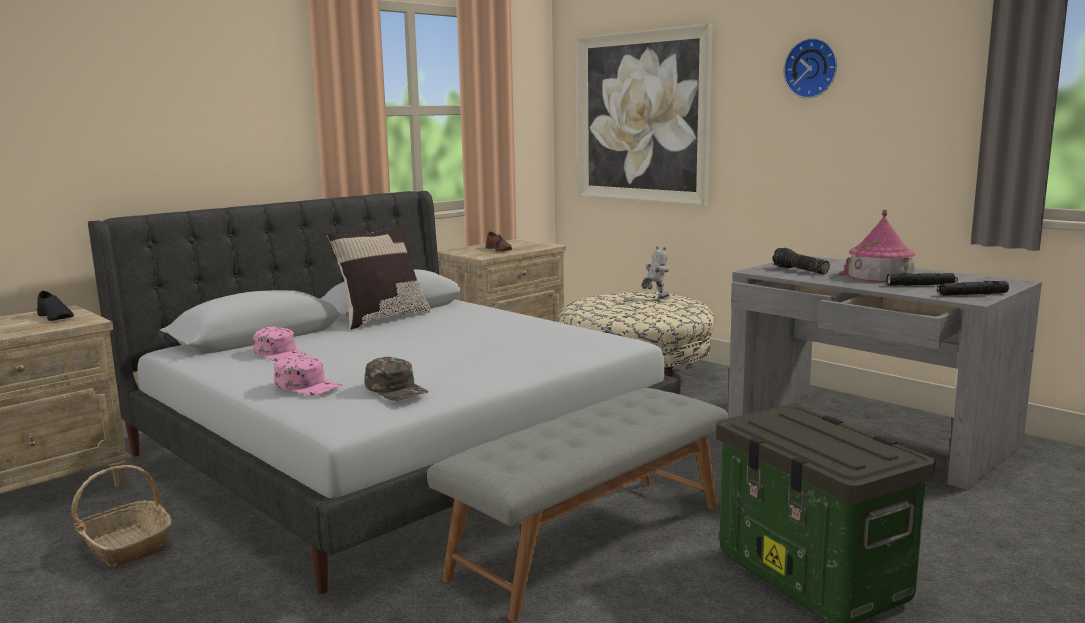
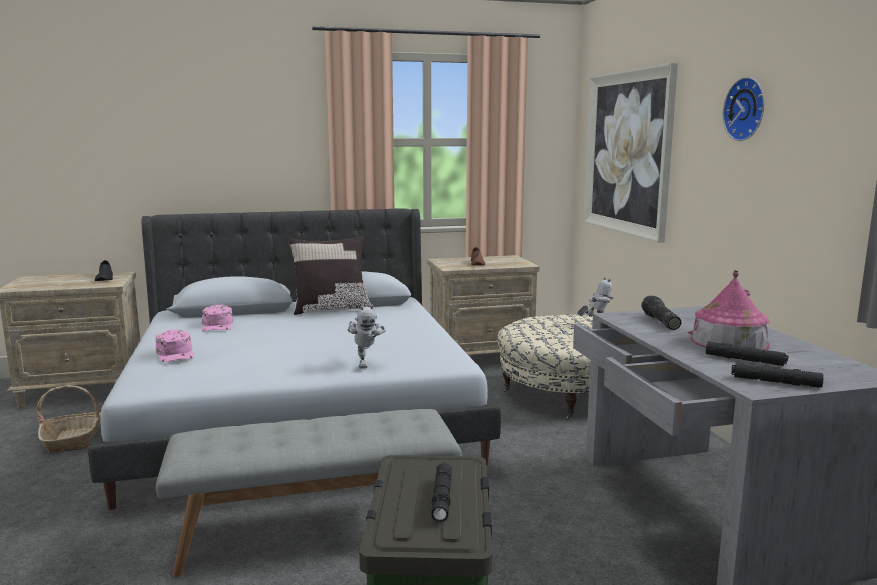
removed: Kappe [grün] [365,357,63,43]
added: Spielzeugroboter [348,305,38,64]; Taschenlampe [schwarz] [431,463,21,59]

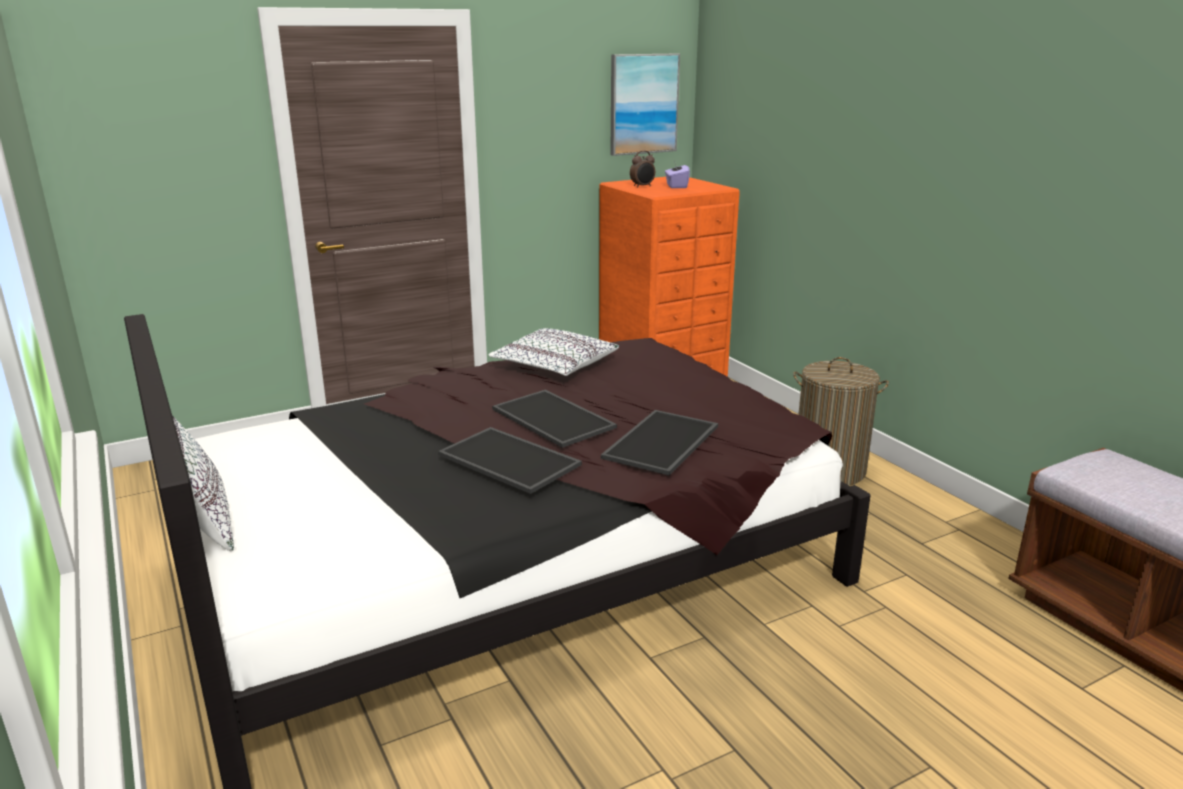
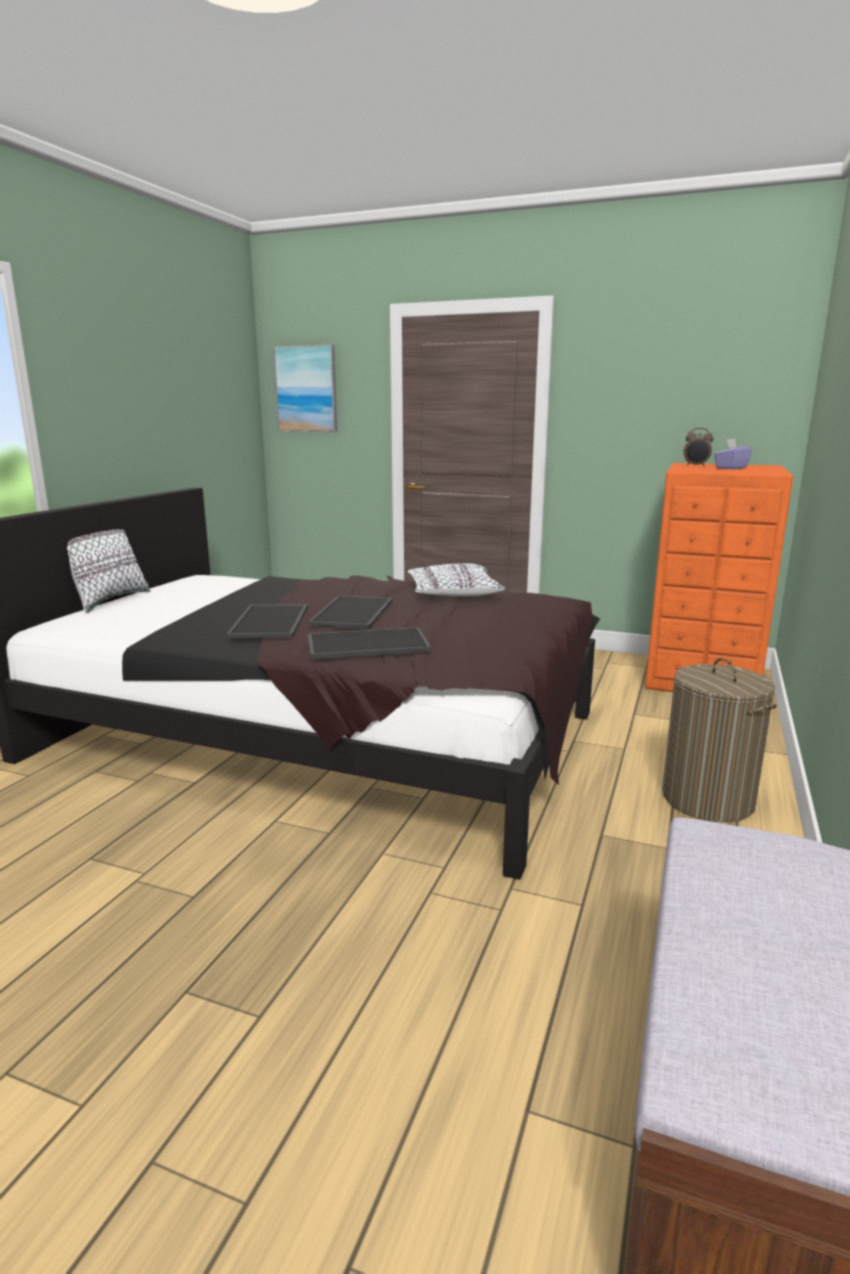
moved: Bild [610,54,70,102] to [273,345,64,87]

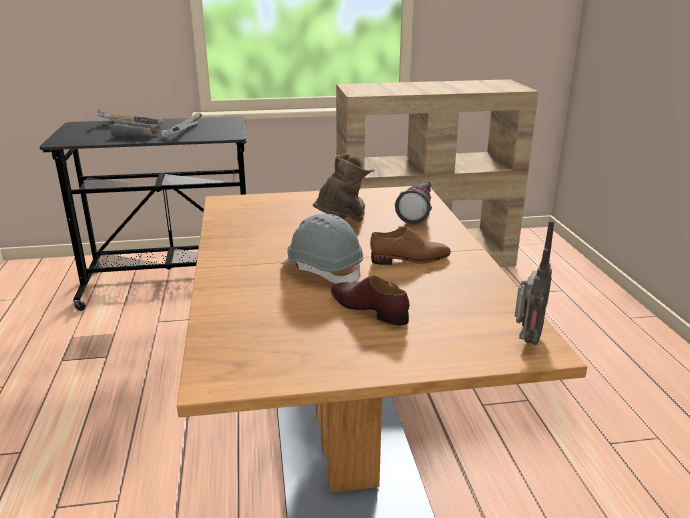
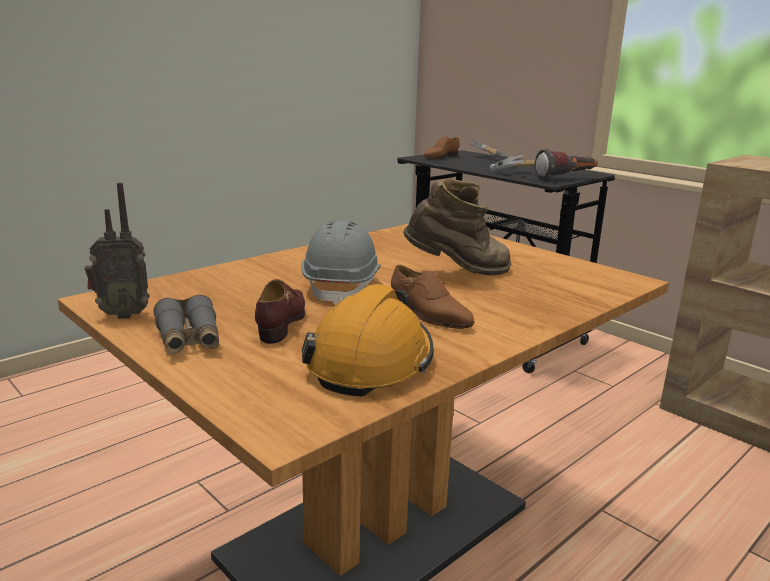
added: Schutzhelm [orange] [302,284,132,112]; Schuh [braun] [424,136,36,23]
moved: Fernglas [grau] [110,121,51,16] to [153,295,66,59]; Taschenlampe [395,180,37,44] to [535,149,63,31]; Radio [515,220,39,125] to [85,183,65,136]

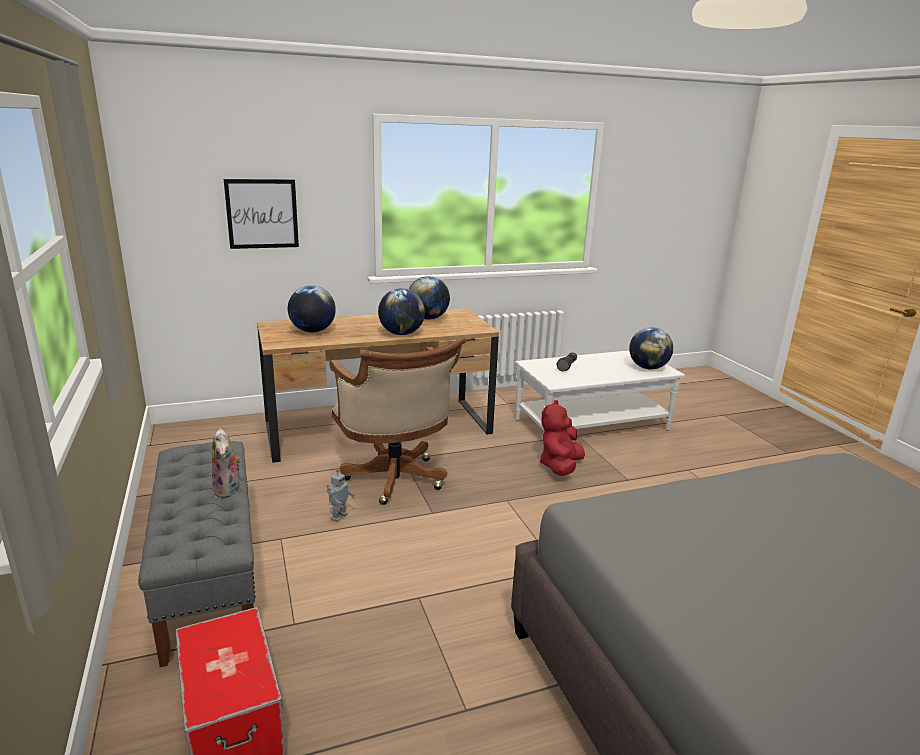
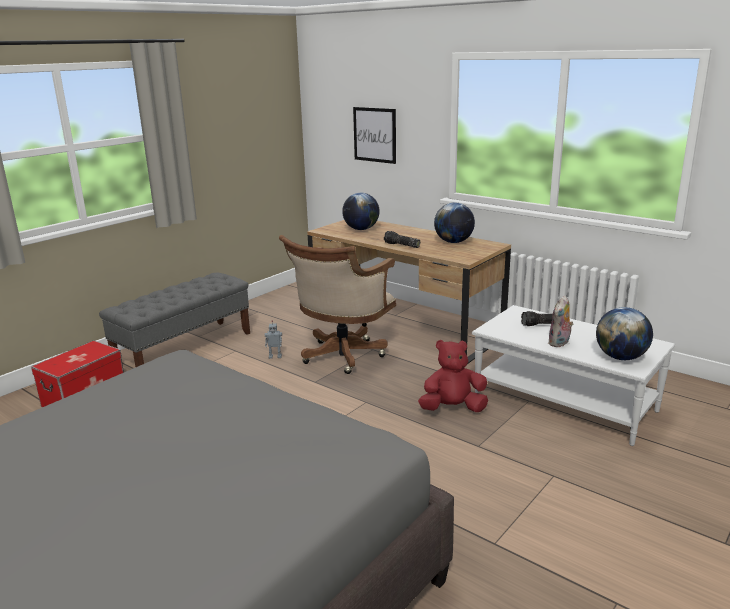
moved: Plüschtier [212,428,29,70] to [548,295,25,52]
replaced: Globus [378,288,47,47] to Taschenlampe [384,231,36,17]

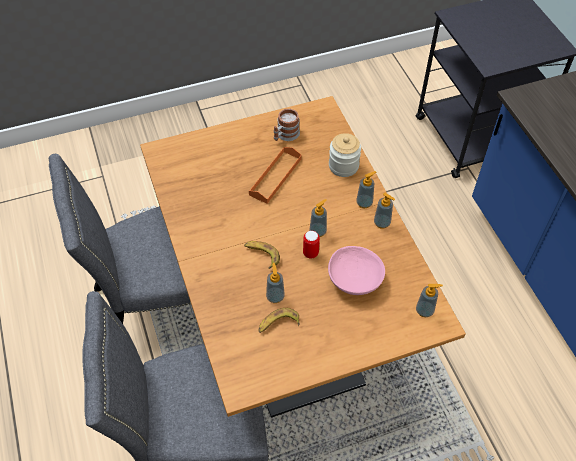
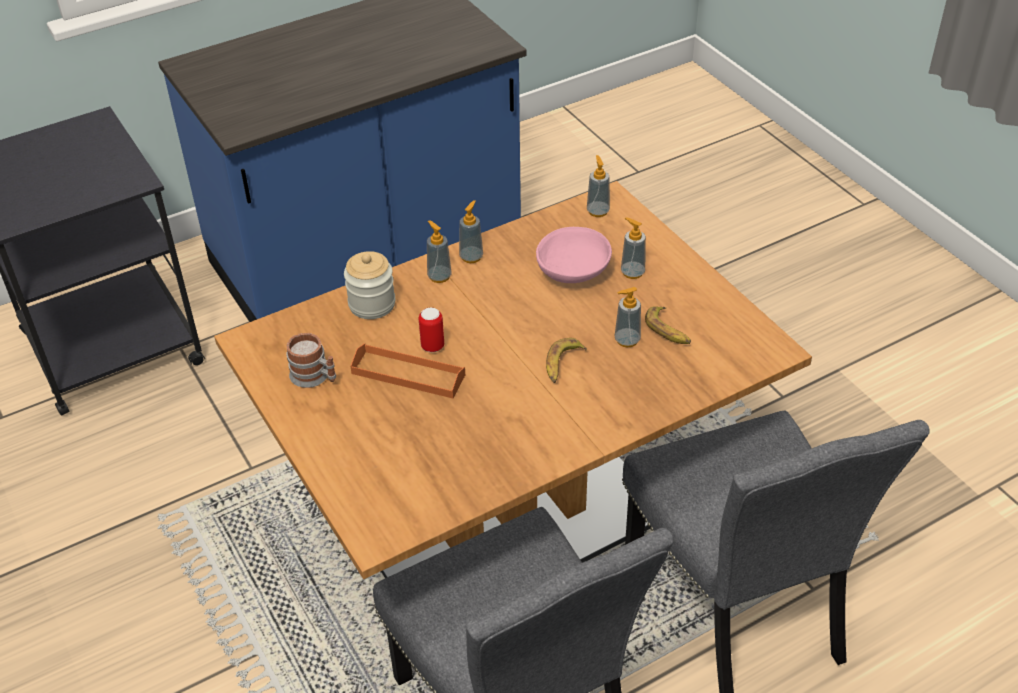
moved: Dose [303,231,17,27] to [419,307,25,45]; Seifenspender [310,199,17,38] to [621,217,25,62]

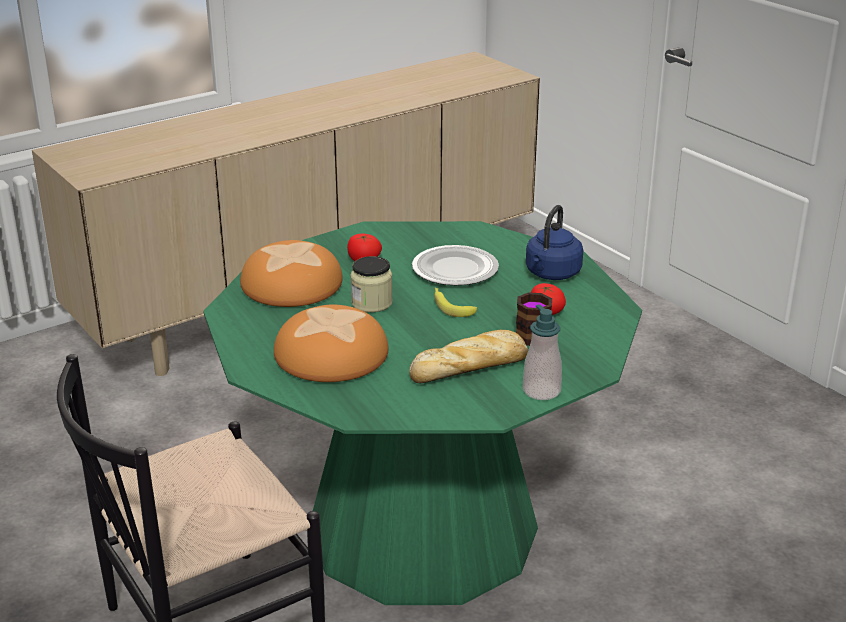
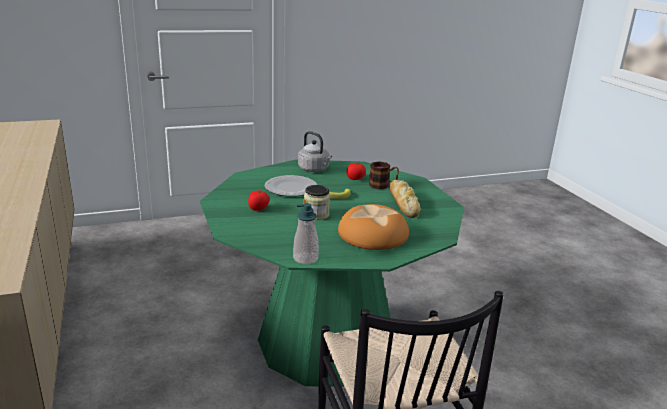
removed: Brot [240,240,103,67]
moved: Seifenspender [523,304,39,96] to [293,203,26,61]
recoloured: Wasserkessel [blau] [526,205,57,75] to Wasserkessel [grau] [298,131,34,41]

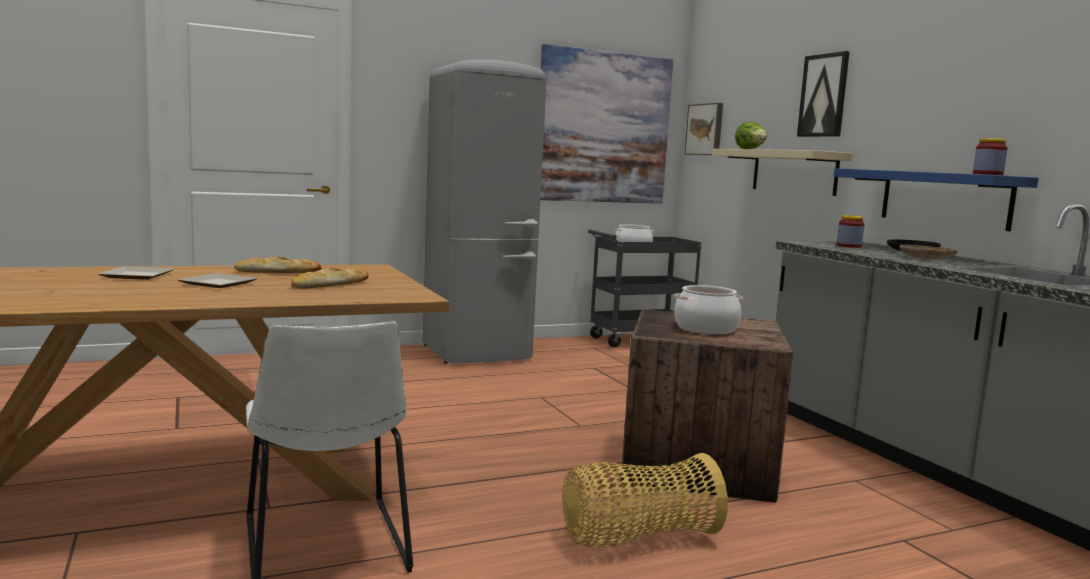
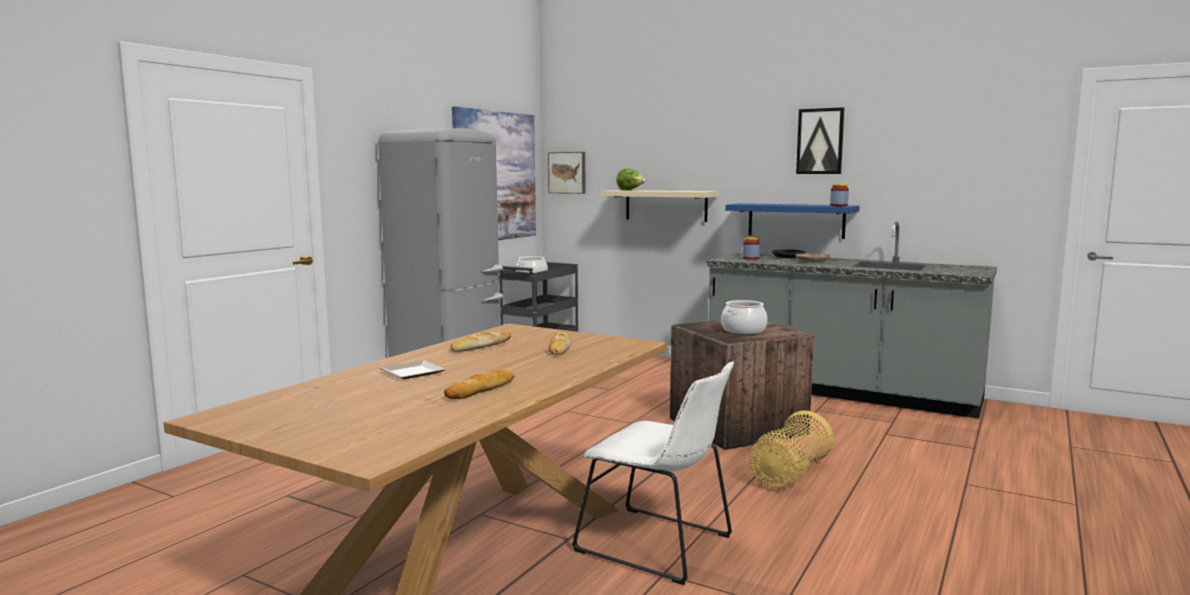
removed: Teller [178,273,79,15]
added: Brot [444,369,71,30]
moved: Bild [797,51,53,86] to [796,107,48,67]

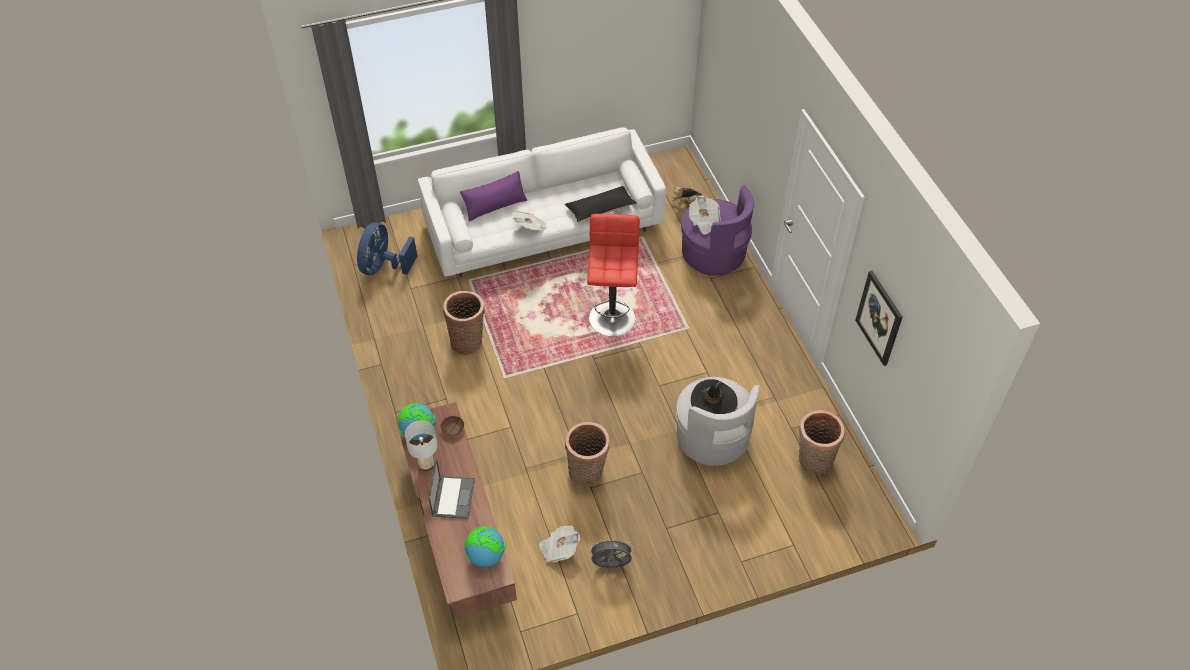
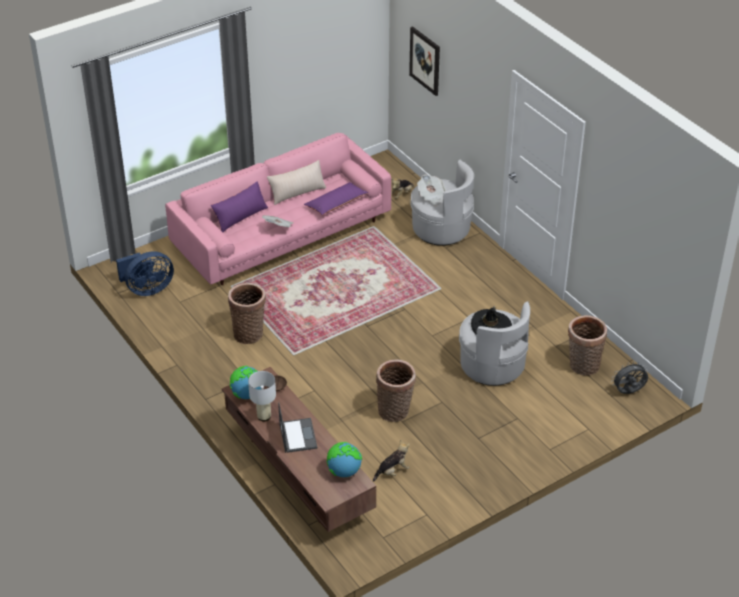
removed: Hocker [rot] [587,214,53,122]
added: Kissen [beige] [267,160,59,45]
moved: Ventilator [grau] [589,539,45,29] to [611,361,37,33]; Bild [855,271,47,95] to [409,26,31,70]
replaced: Zeitung [539,526,41,37] to Plüschtier [373,440,37,42]
recoloured: Sofa [weiß] [418,127,248,150] to Sofa [rosa] [165,133,226,152]; Kissen [schwarz] [565,186,72,36] to Kissen [lila] [304,182,64,33]; Sessel [lila] [681,185,73,90] to Sessel [weiß] [410,160,64,86]
turned: Ventilator [blau] [357,222,60,53] = [116,251,58,45] 120 degrees counterclockwise

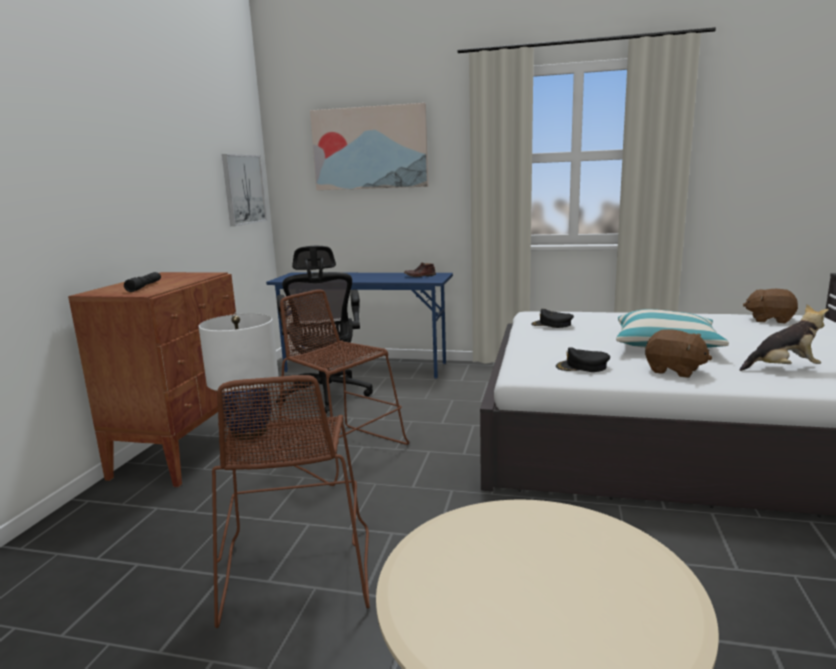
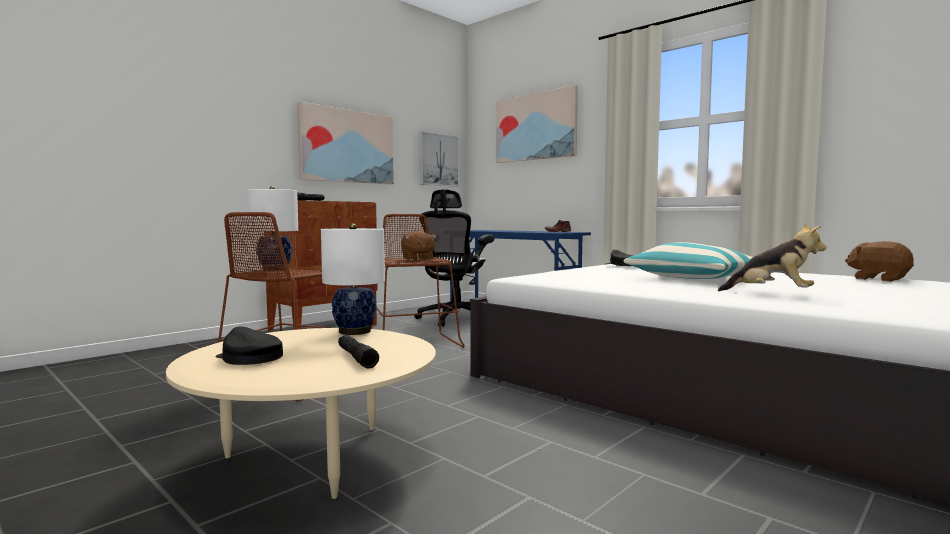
added: Bild [297,102,97,83]; Tischlampe [weiß] [321,224,64,111]; Taschenlampe [schwarz] [338,335,41,33]
moved: Kappe [schwarz] [556,347,54,25] to [215,326,68,39]; Plüschtier [braun] [645,329,67,49] to [401,230,36,30]

